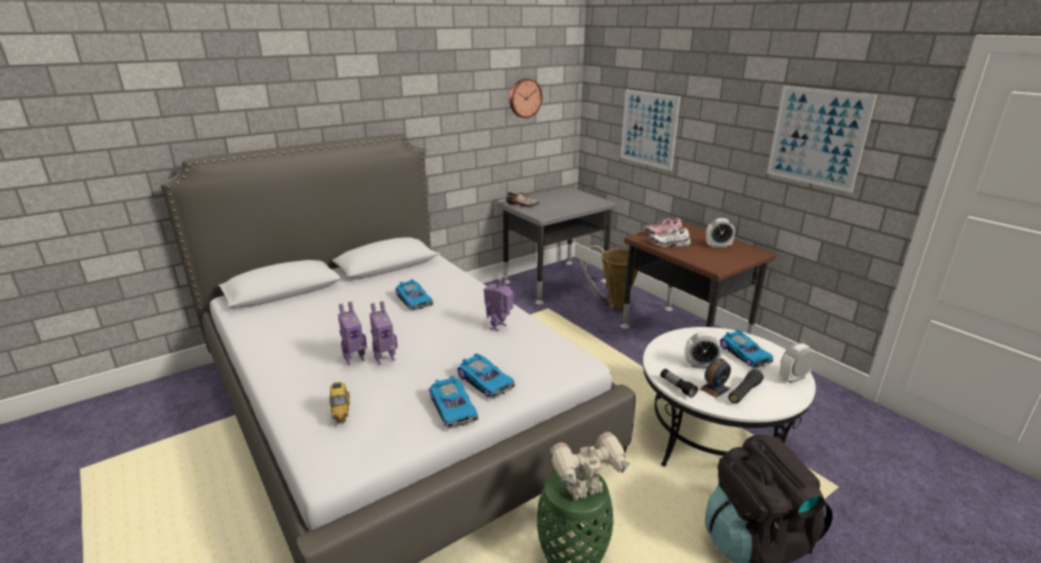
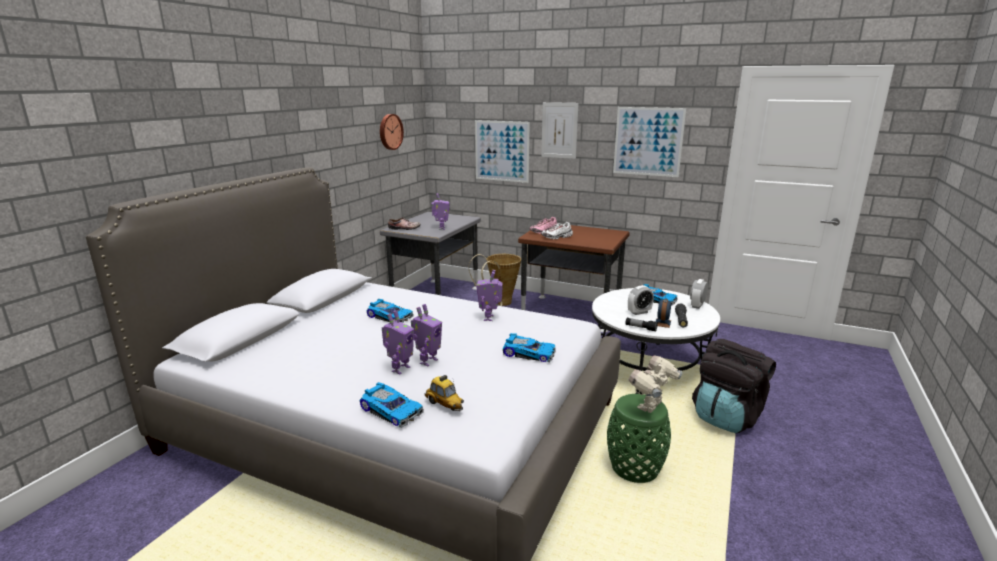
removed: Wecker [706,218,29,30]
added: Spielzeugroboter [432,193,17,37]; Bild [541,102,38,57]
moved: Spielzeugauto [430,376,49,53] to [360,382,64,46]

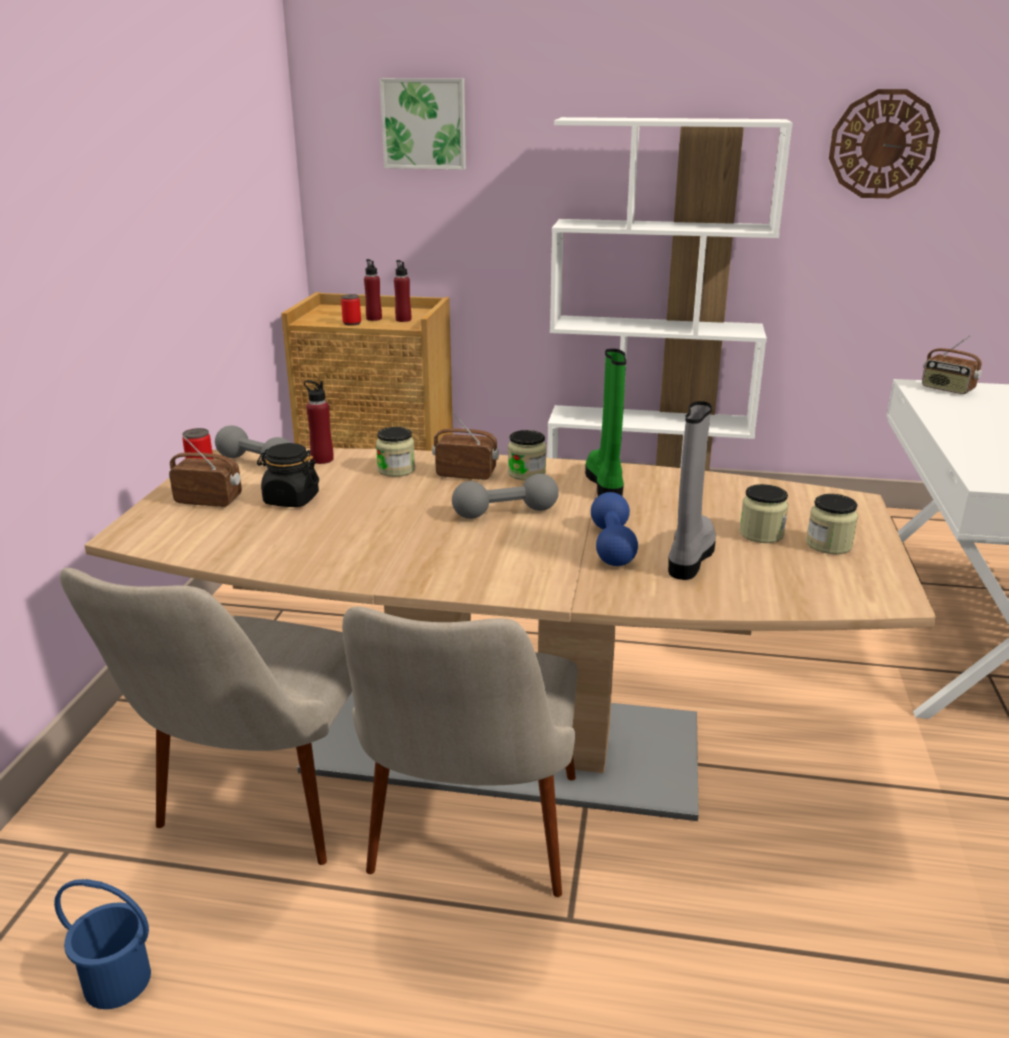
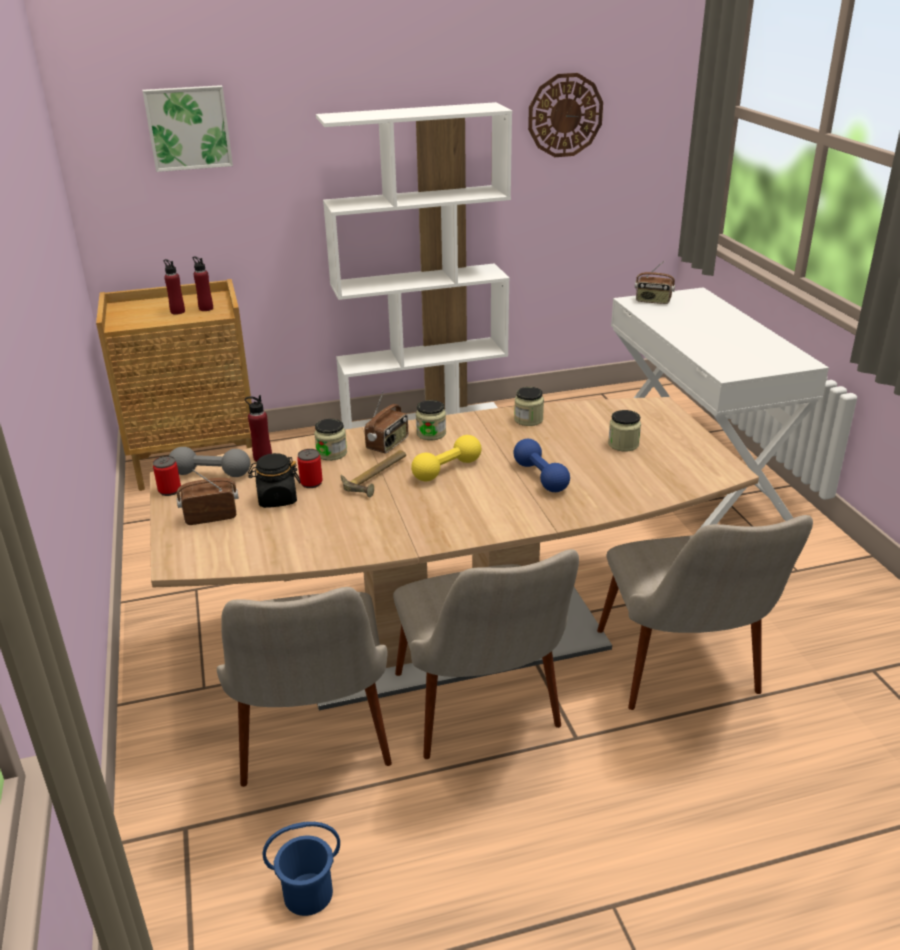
removed: Stiefel [grün] [585,349,41,147]; Stiefel [grau] [668,401,48,179]
added: Hammer [341,450,65,47]; Stuhl [beige] [597,515,216,195]
moved: Dose [341,294,20,32] to [297,449,26,39]; Vorratsglas [806,494,52,60] to [514,387,30,39]
recoloured: Hantel [grau] [452,474,107,45] to Hantel [gelb] [411,435,70,46]
turned: Radio [432,413,67,67] = [364,392,44,62] 135 degrees clockwise

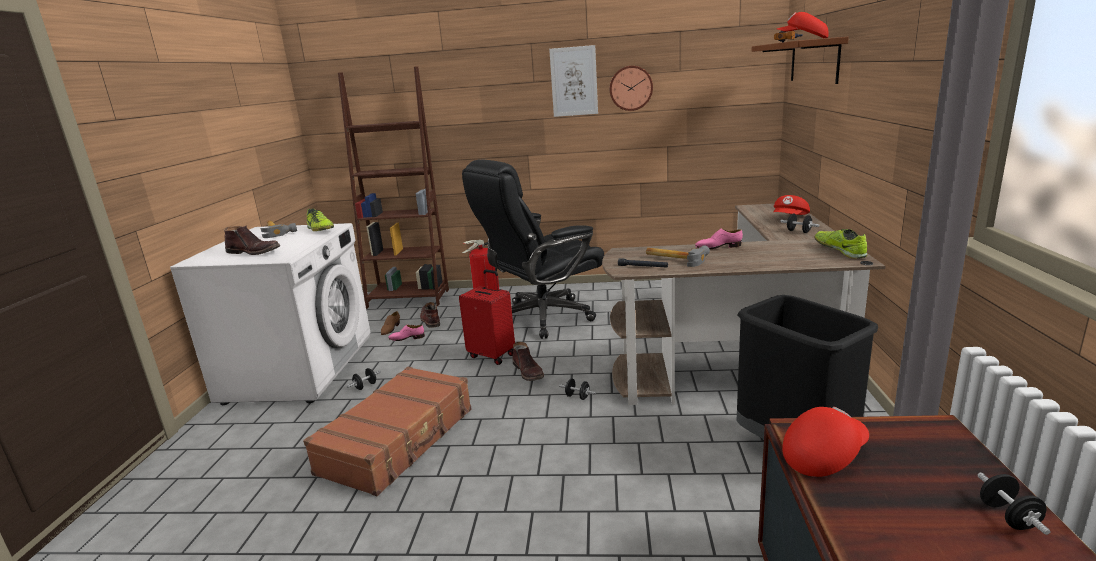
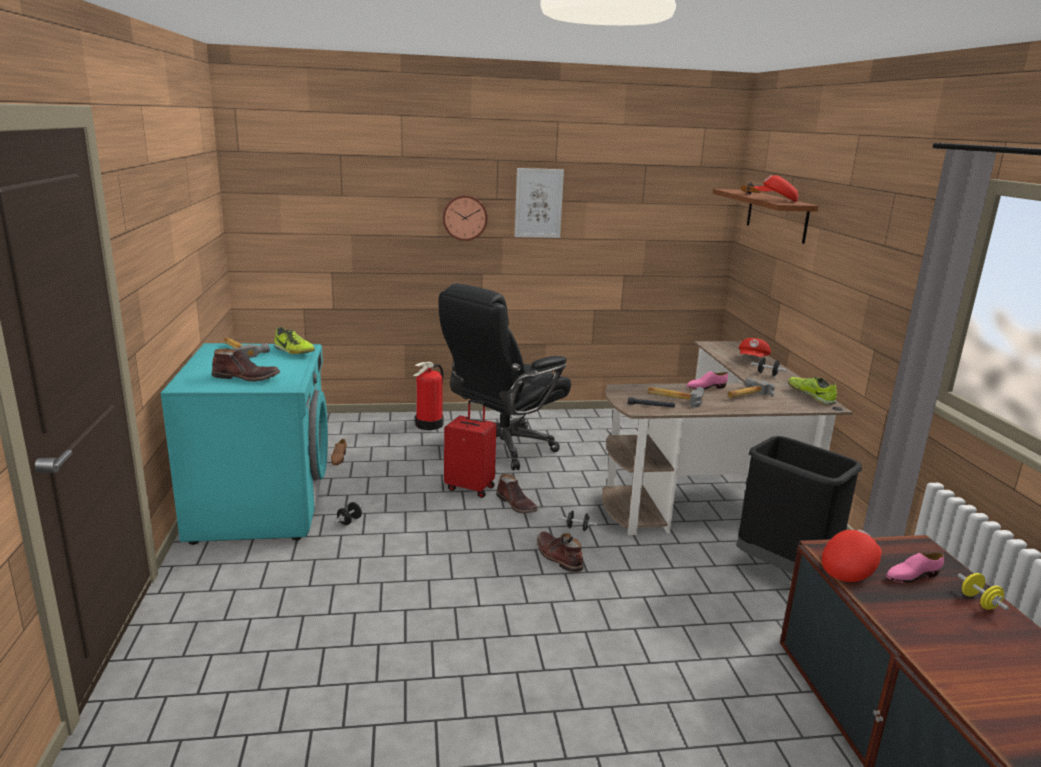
removed: Koffer [braun] [303,367,168,129]; Bücherregal [braun] [338,67,111,242]
added: Hammer [727,377,48,21]
moved: Schuh [rosa] [388,325,37,16] to [886,552,58,31]; Stiefel [braun] [420,302,20,26] to [537,531,46,41]; Wanduhr [610,66,43,45] to [443,195,44,46]
recoloured: Waschmaschine [weiß] [170,223,201,182] to Waschmaschine [türkis] [161,343,167,202]; Hantel [schwarz] [977,473,74,62] to Hantel [gelb] [958,573,51,37]

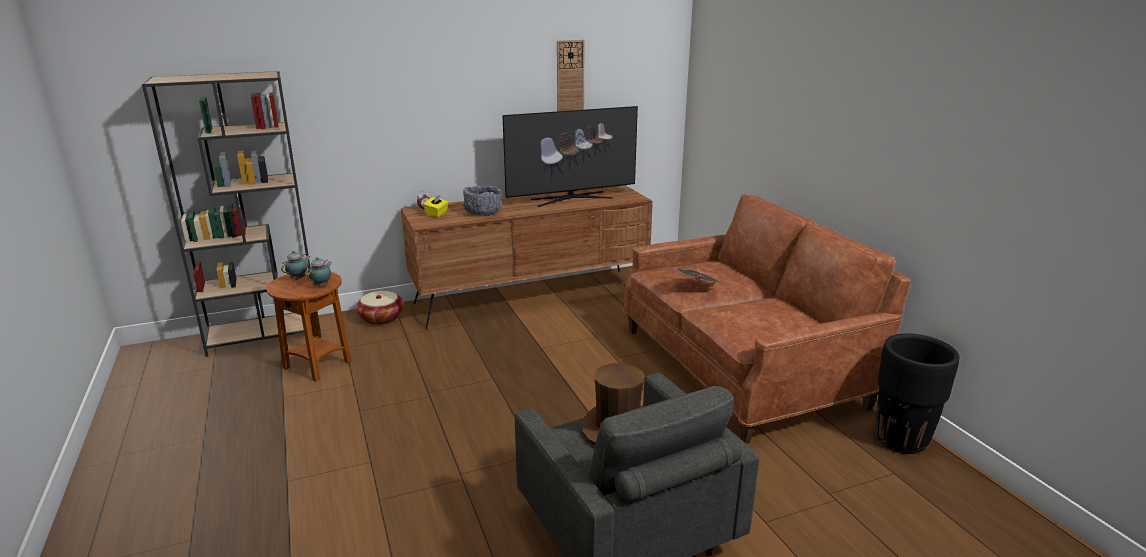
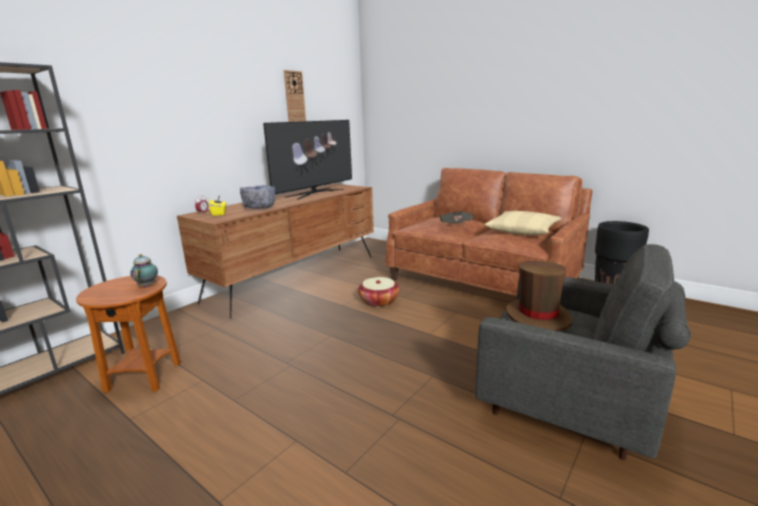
removed: Teekanne [281,250,30,30]
added: Kissen [beige] [485,211,77,24]
moved: Korb [356,291,48,34] to [358,277,42,30]

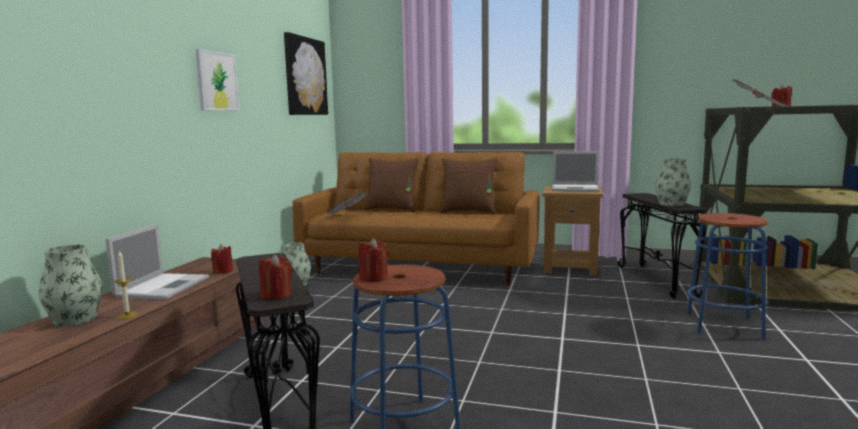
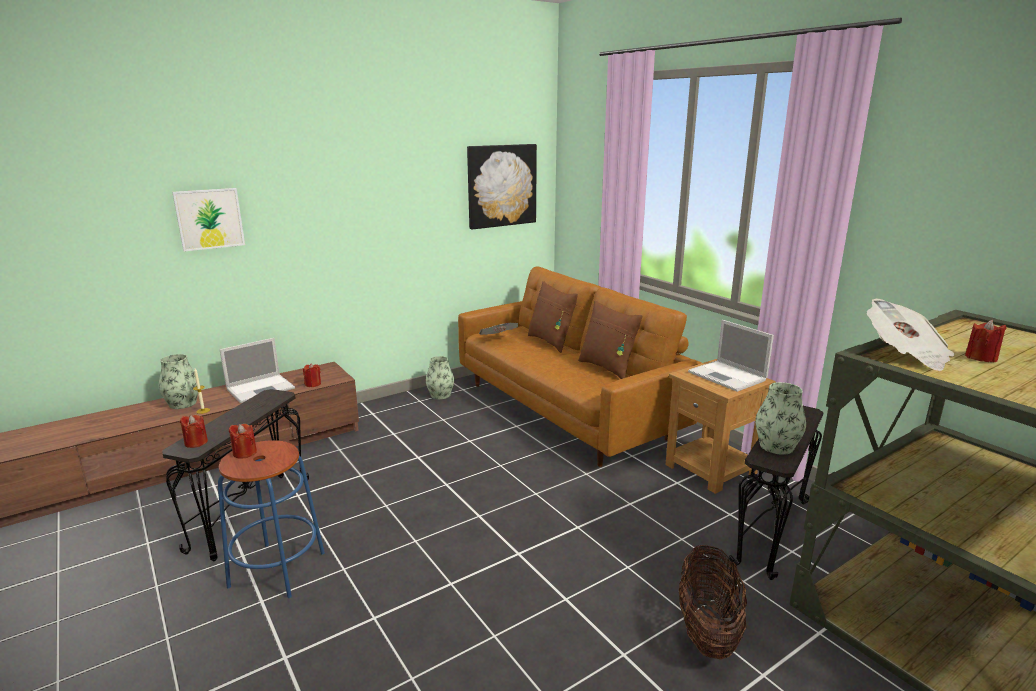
moved: Bild [195,49,45,61] to [172,188,73,64]
replaced: Hocker [blau] [687,213,82,127] to Korb [679,544,68,115]

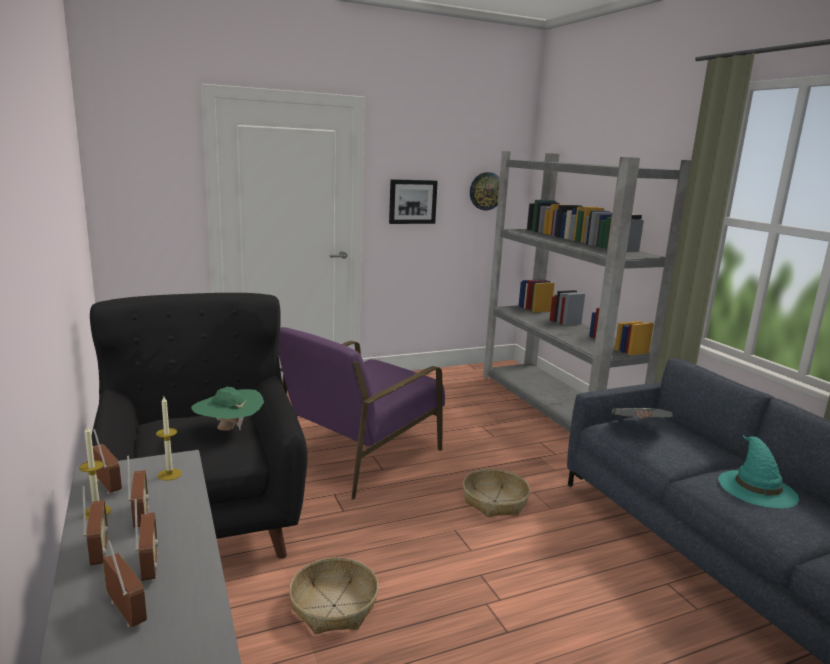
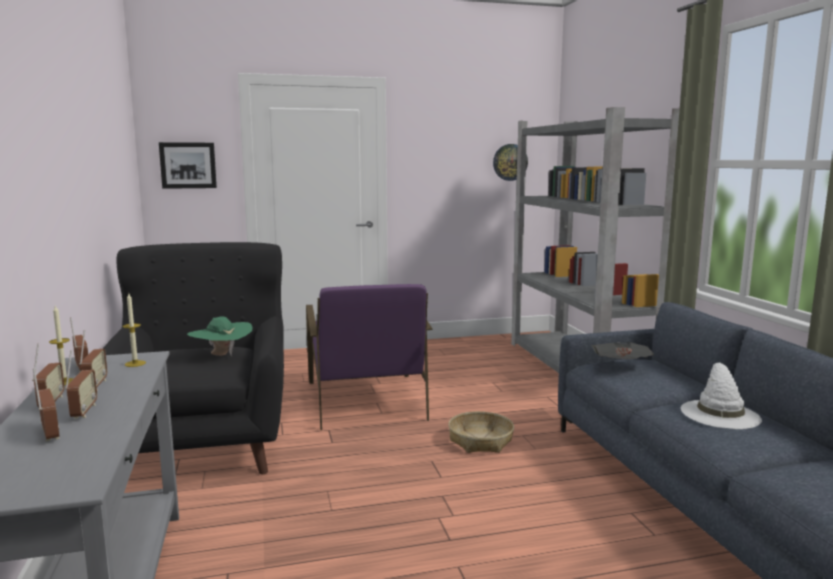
removed: Korb [289,557,90,77]
moved: Bild [389,179,49,45] to [159,142,58,47]
recoloured: Hut [türkis] [718,435,81,74] to Hut [weiß] [681,363,81,66]
turned: Sessel [lila] [279,327,166,173] = [306,284,127,146] 60 degrees counterclockwise

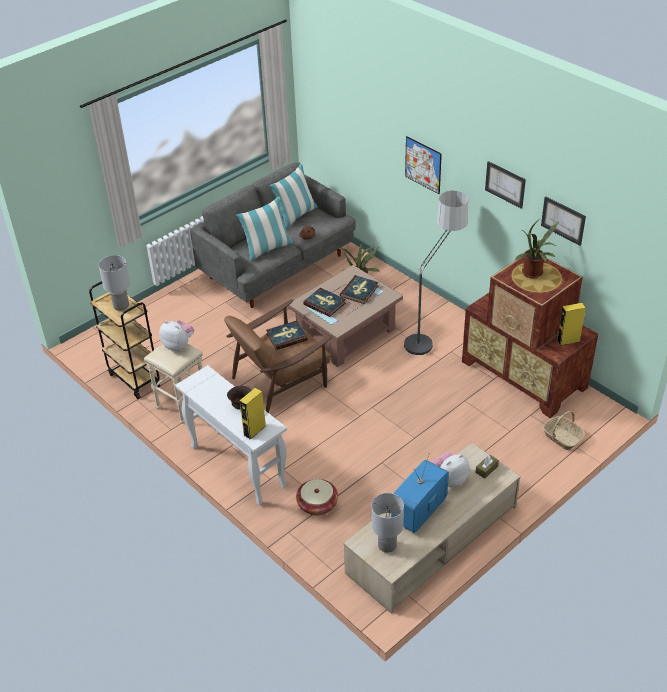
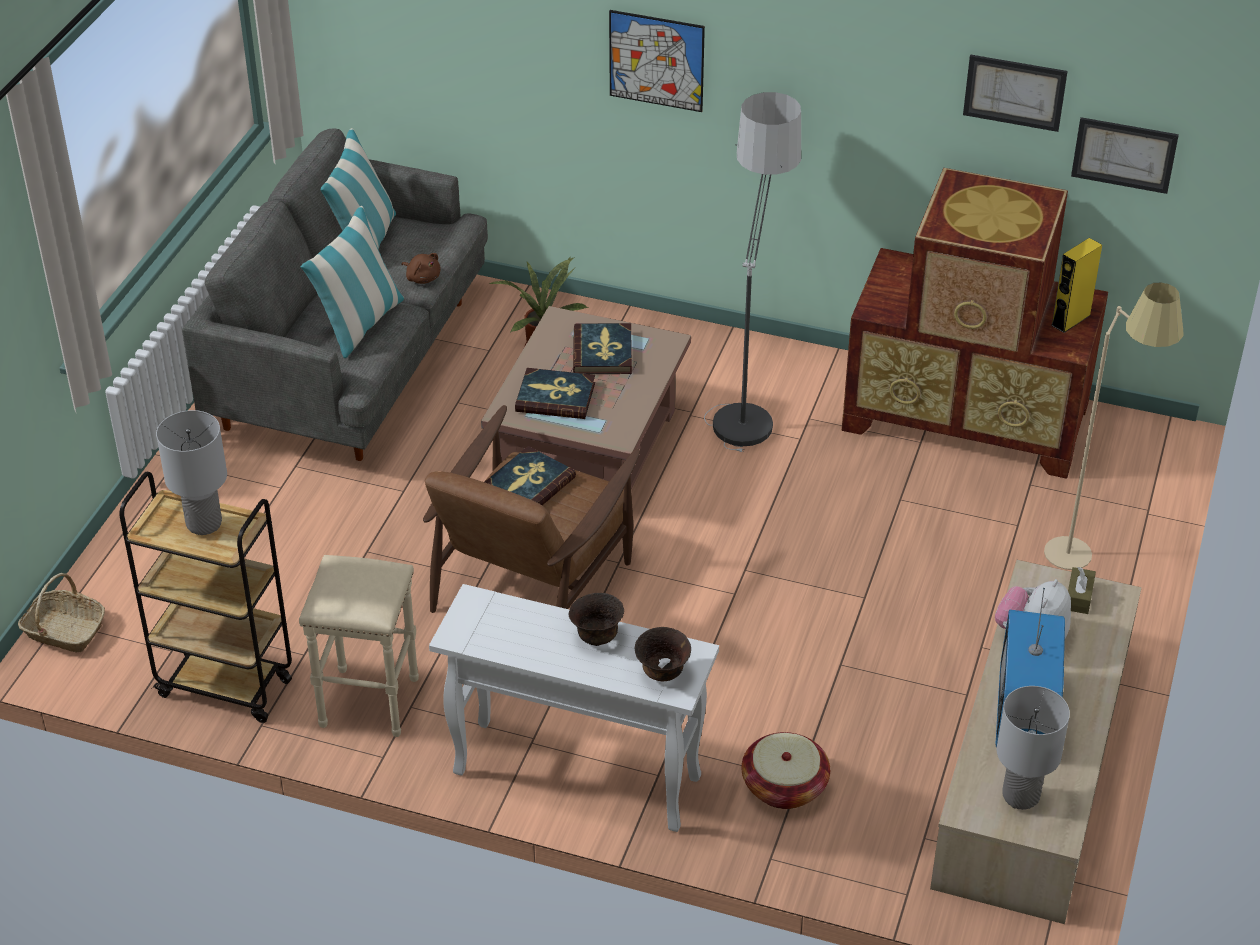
removed: Plüschtier [159,321,35,30]; Topfpflanze [515,218,44,61]
added: Stehlampe [beige] [1044,283,140,287]
moved: Bild [485,161,41,48] to [1071,117,108,77]; Korb [543,411,42,39] to [18,573,87,79]
replaced: Lautsprecher [gelb] [239,388,27,52] to Schüssel [braun] [635,627,56,54]

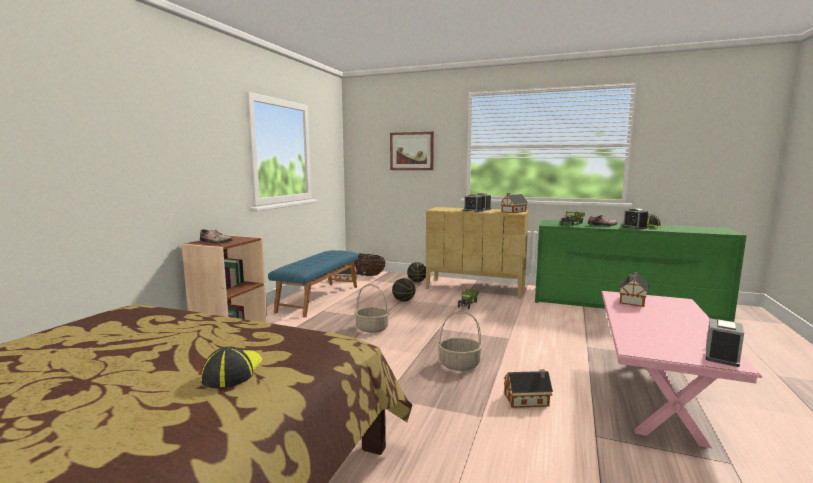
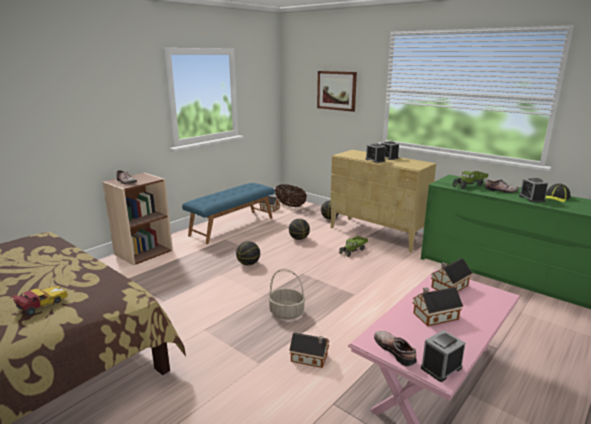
added: Schuh [374,331,43,35]
moved: Spielzeughaus [500,193,28,20] to [412,287,51,40]
replaced: Kappe [201,346,61,42] to Spielzeugauto [11,286,57,30]; Korb [354,284,35,49] to Basketball [236,241,24,24]

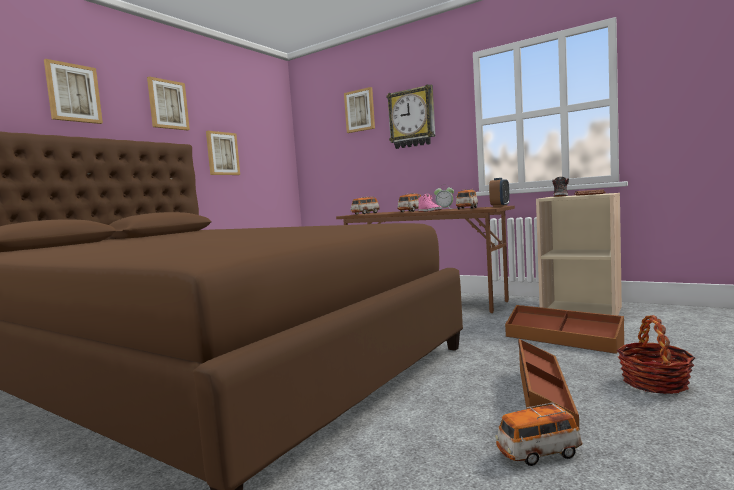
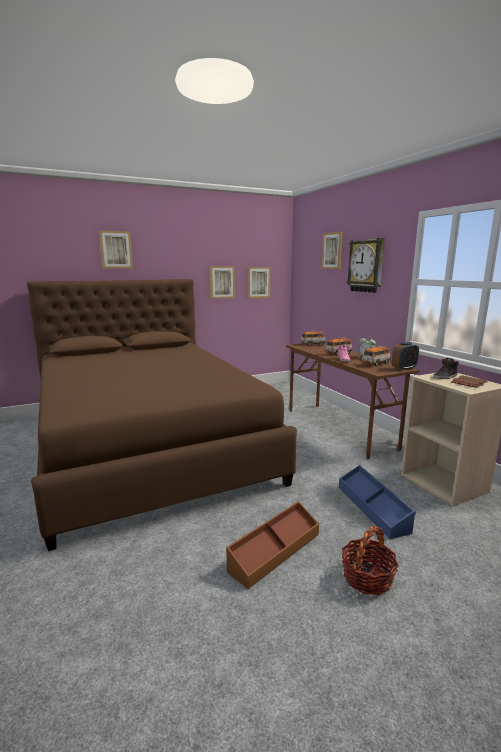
removed: Spielzeugauto [495,402,88,64]
moved: Bild [147,77,43,53] to [247,267,24,31]
recoloured: Aufbewahrungsbox [braun] [505,305,119,49] to Aufbewahrungsbox [blau] [339,465,77,74]

